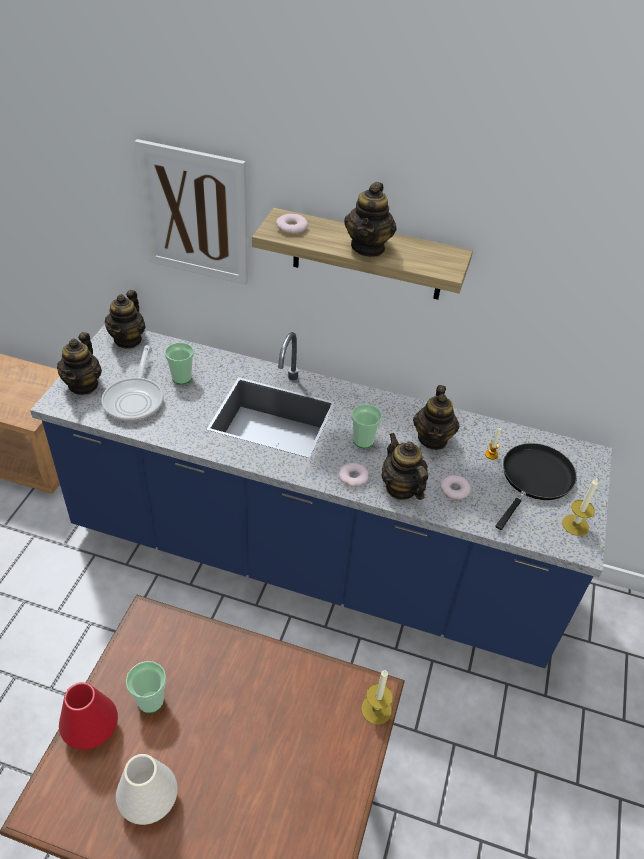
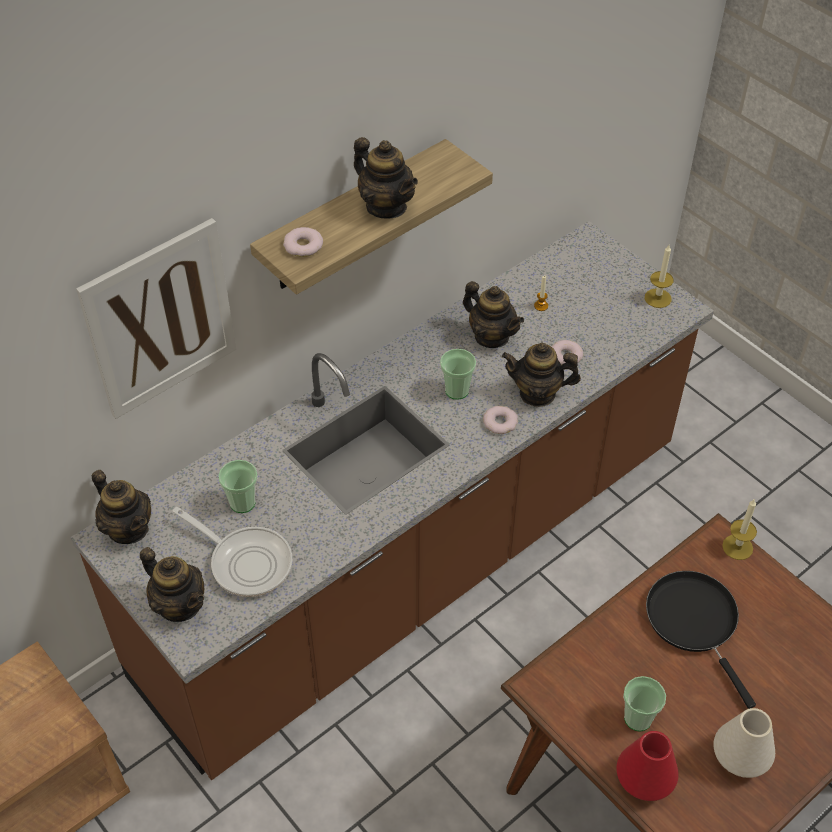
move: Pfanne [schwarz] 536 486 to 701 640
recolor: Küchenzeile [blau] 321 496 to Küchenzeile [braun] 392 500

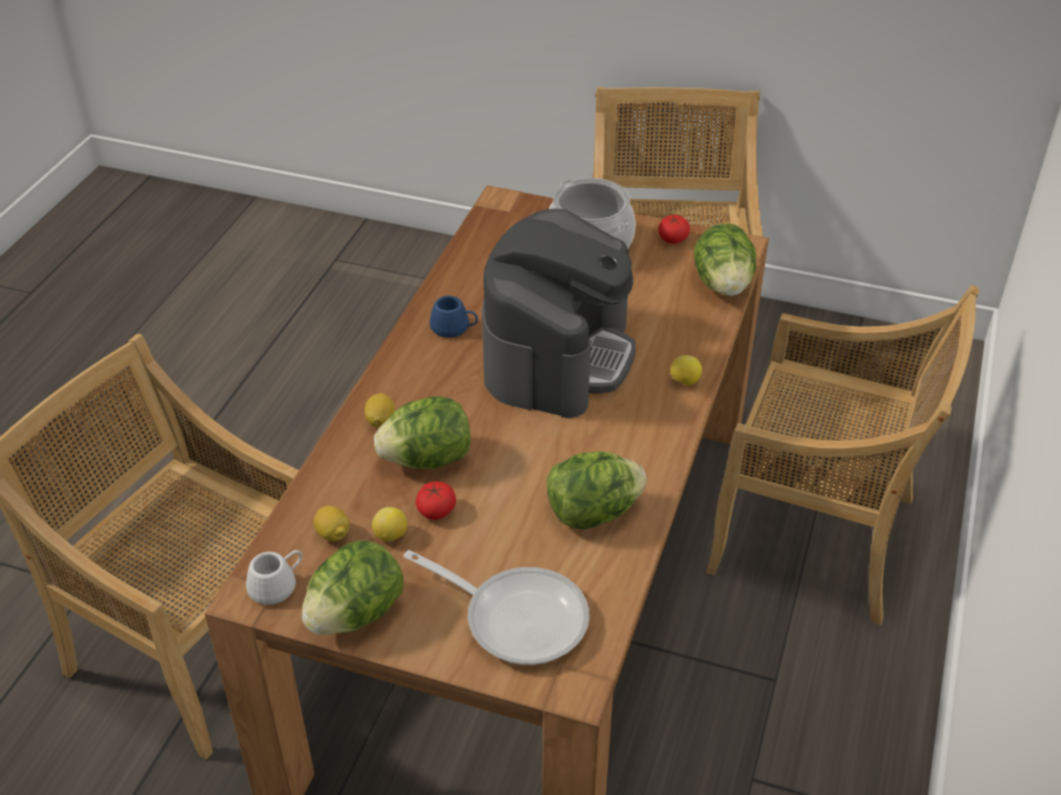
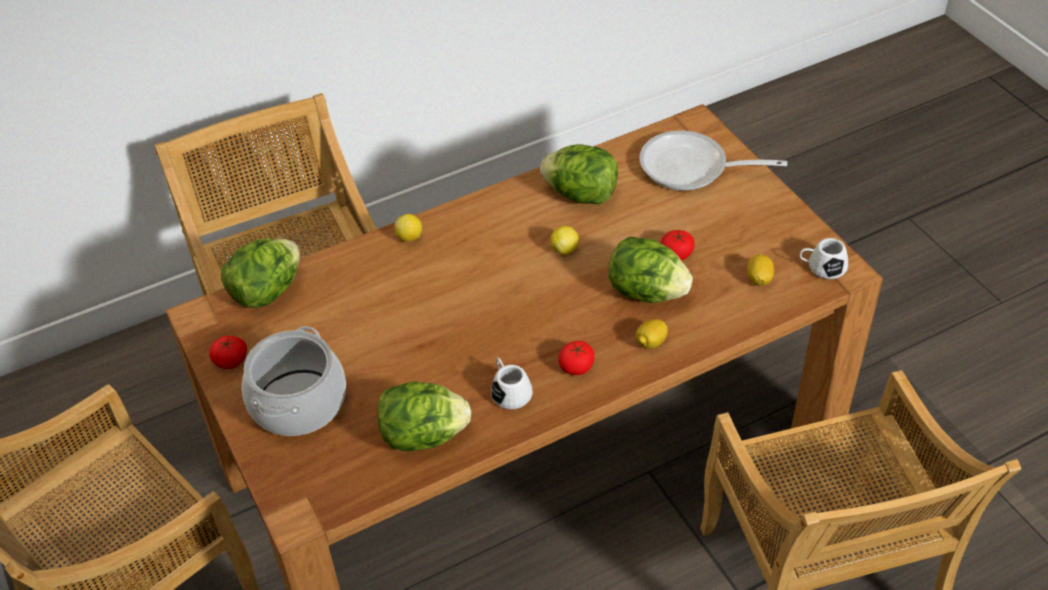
delete: Kaffeemaschine 559 313
insert: Tomate 576 358
move: Salatkopf 353 588 to 424 416; Zitrone 389 524 to 565 240
recolor: Henkelbecher [blau] 454 317 to Henkelbecher [weiß] 512 384
rotate: Pfanne 496 607 = 713 160 60 degrees counterclockwise

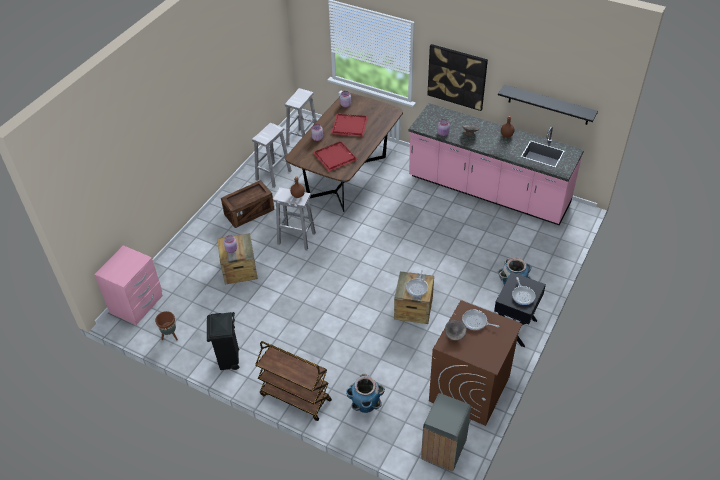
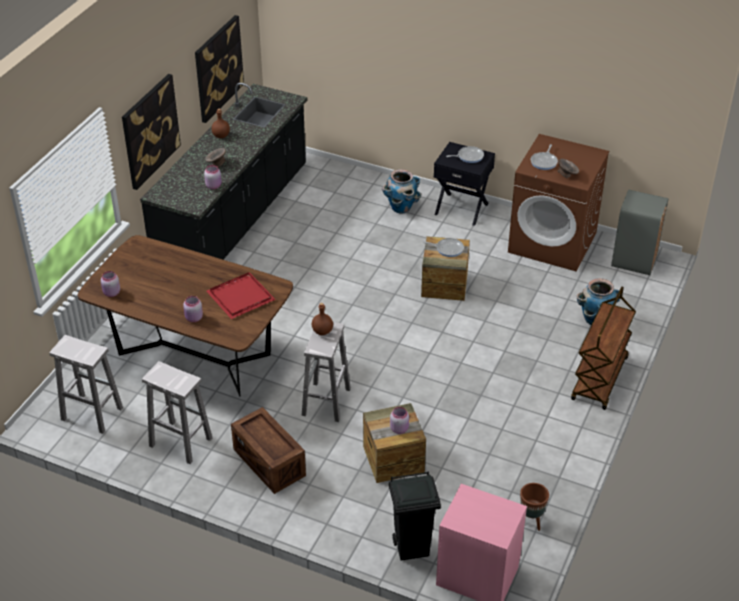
delete: Tablett [rot] 349 125
move: Mülleimer [schwarz] 223 341 to 415 516
replace: Wandregal [schwarz] 548 104 to Bild 219 69
recolor: Küchenzeile [rosa] 496 164 to Küchenzeile [schwarz] 223 171

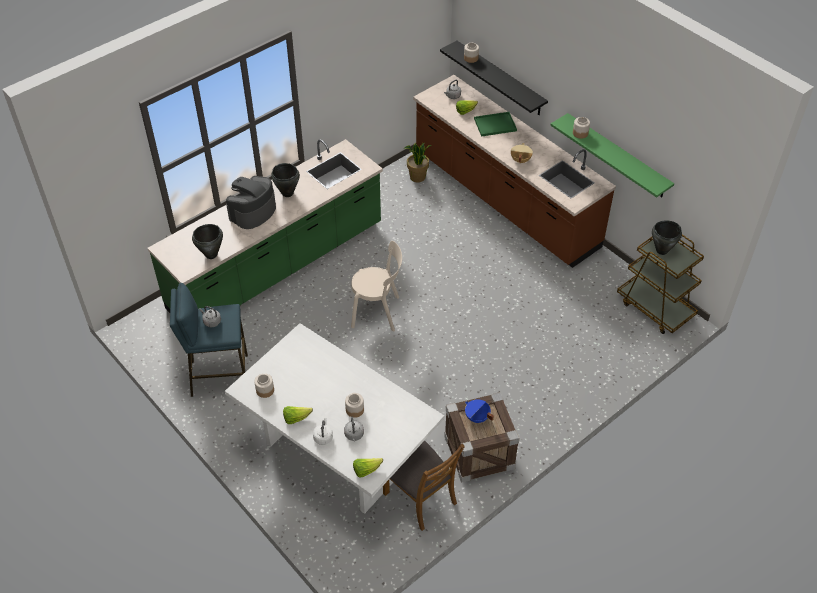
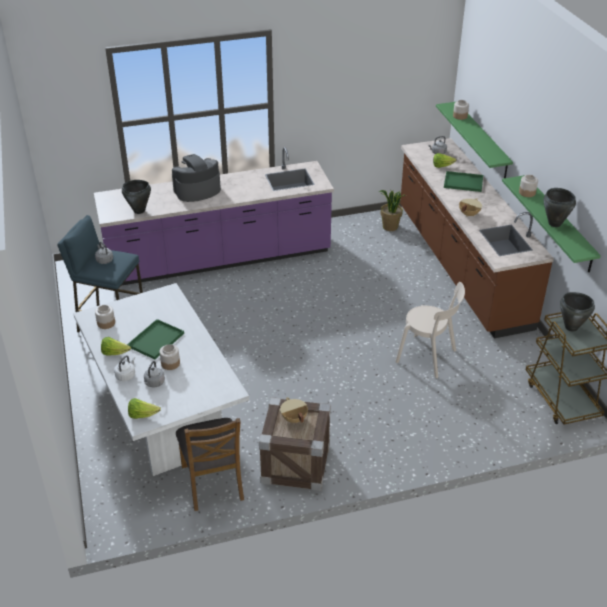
insert: Tablett [grün] 155 339
move: Stuhl [beige] 376 286 to 430 330; Kochtopf [schwarz] 285 180 to 560 207
recolor: Küchenzeile [grün] 265 226 to Küchenzeile [lila] 214 216; Kochtopf [blau] 479 411 to Kochtopf [beige] 294 410; Wandregal [schwarz] 494 78 to Wandregal [grün] 474 140

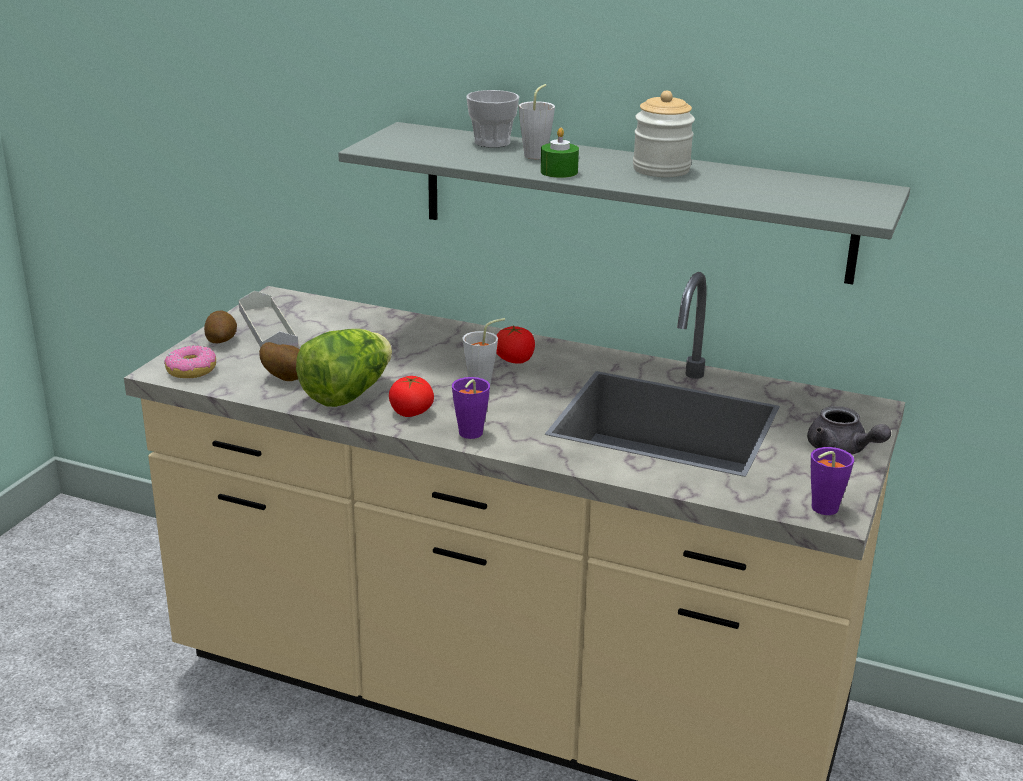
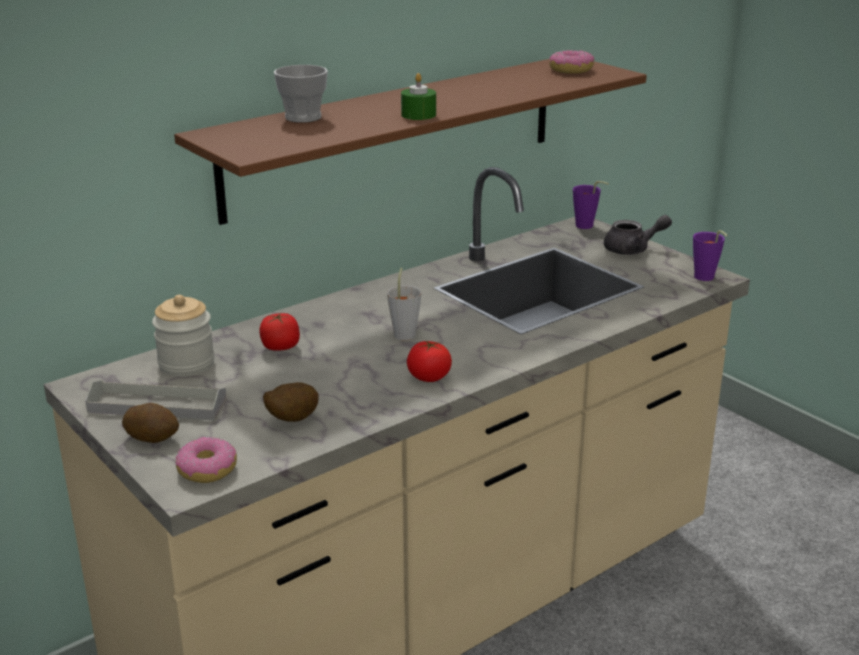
delete: Salatkopf 344 368; Tasse [grau] 537 121
insert: Donut 572 62
move: Vorratsglas 664 134 to 183 336; Tomate 515 344 to 280 331; Tasse [lila] 471 408 to 591 205
recolor: Wandregal [grau] 624 203 to Wandregal [braun] 410 142

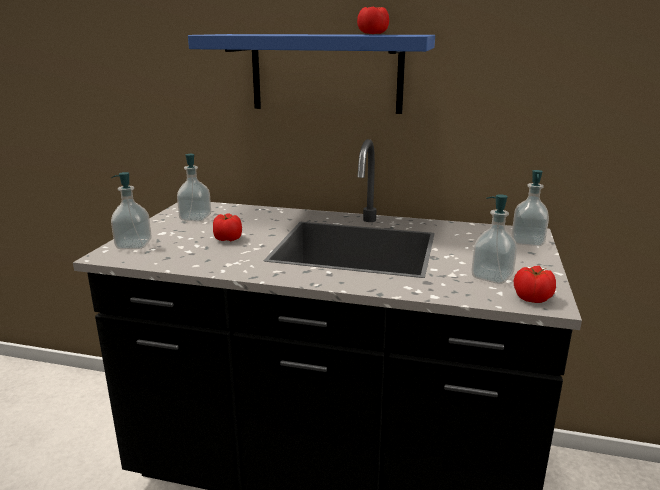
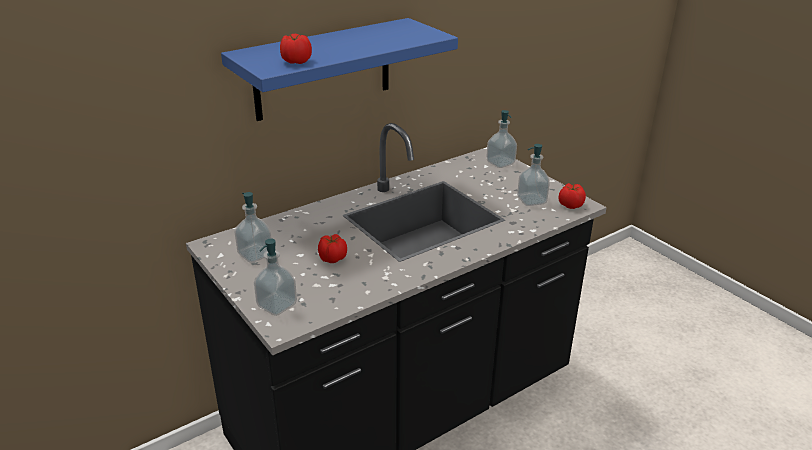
move: Tomate 373 20 to 296 49

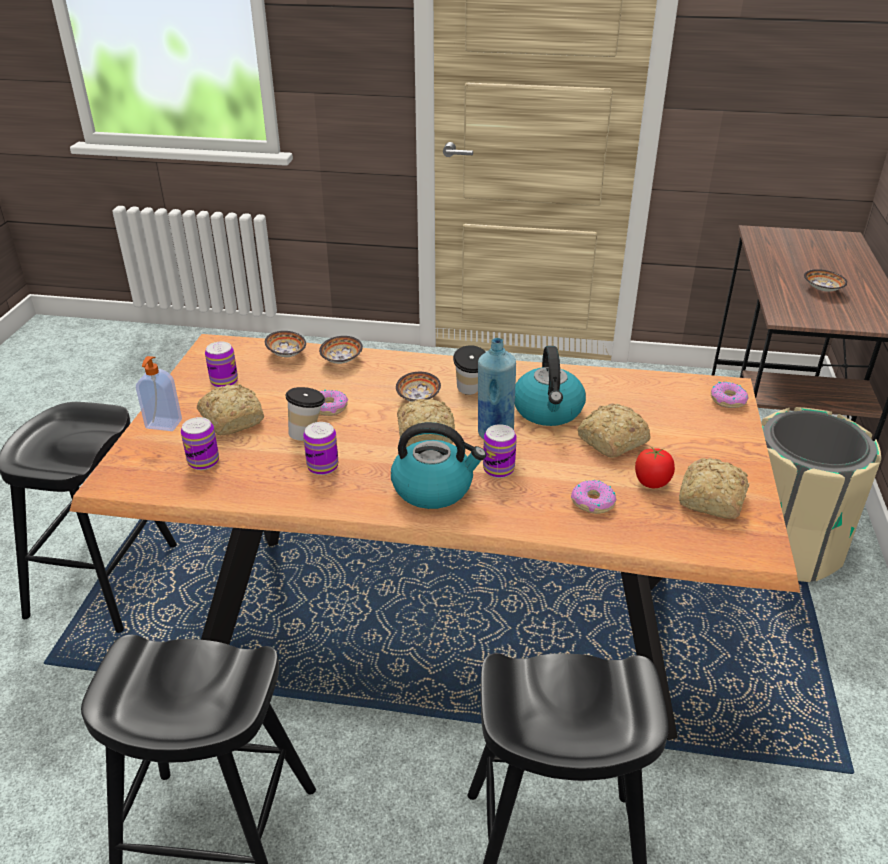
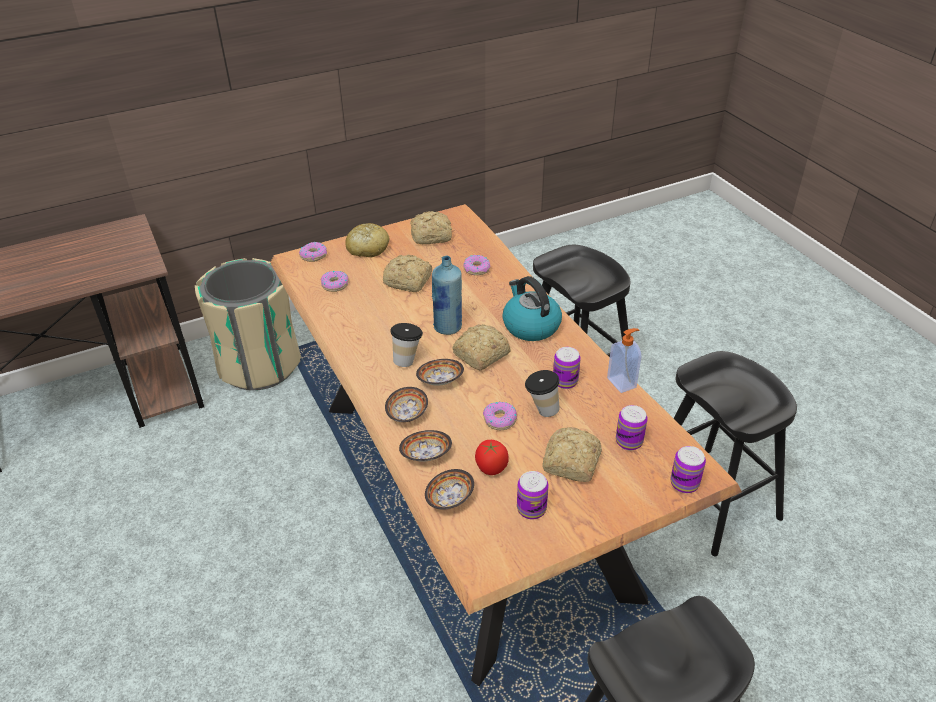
delete: Wasserkessel 550 386
insert: Donut 335 281; Brot 367 240
move: Schüssel 825 280 to 406 404; Tomate 655 467 to 492 457; Seifenspender 159 393 to 624 360; Dose 500 451 to 688 469

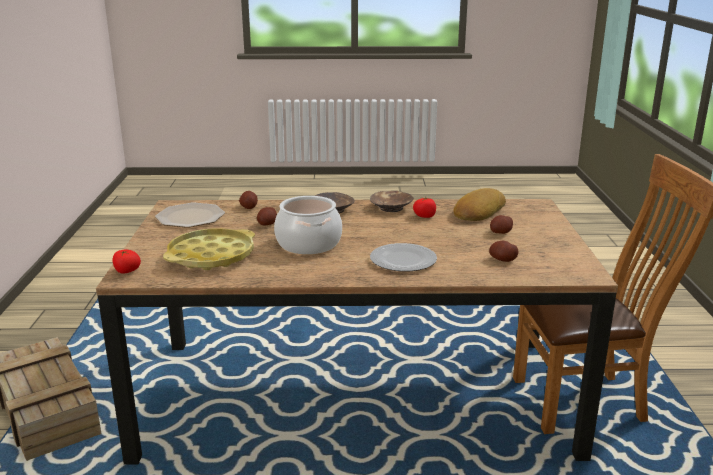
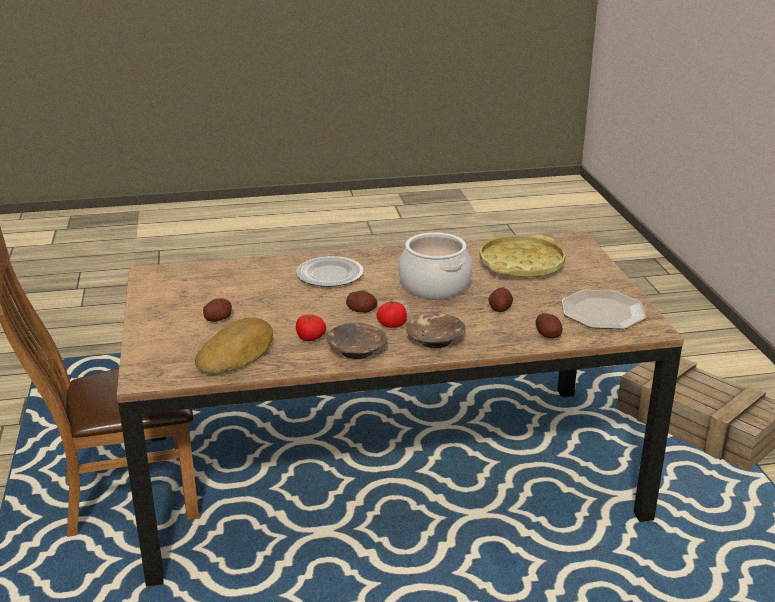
move: Kartoffel 503 251 to 361 302; Tomate 126 262 to 392 314

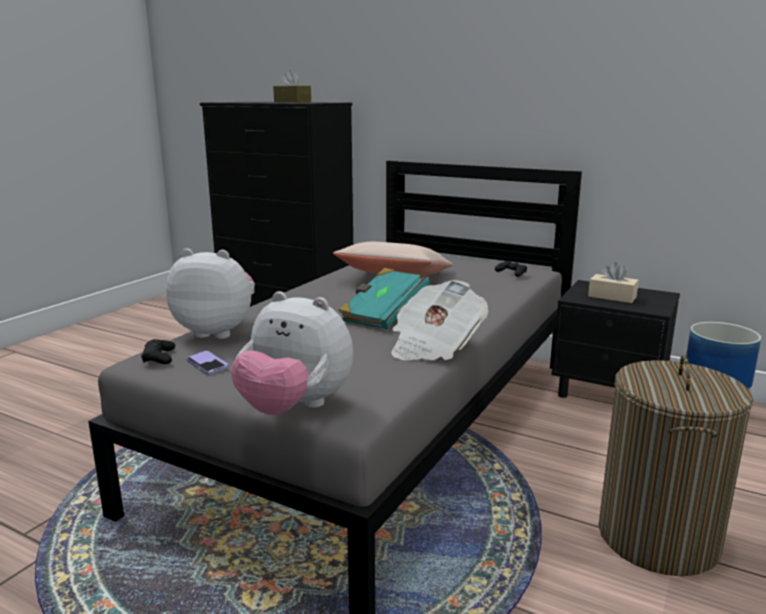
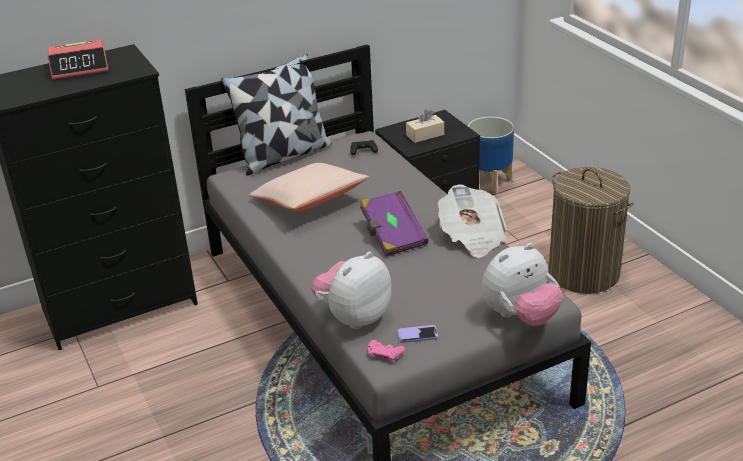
insert: Kissen 276 115
replace: Taschentuchbox [braun] 292 86 to Wecker 78 59
recolor: Buch [türkis] 384 298 to Buch [lila] 394 223; Gamepad [schwarz] 158 351 to Gamepad [rosa] 386 351

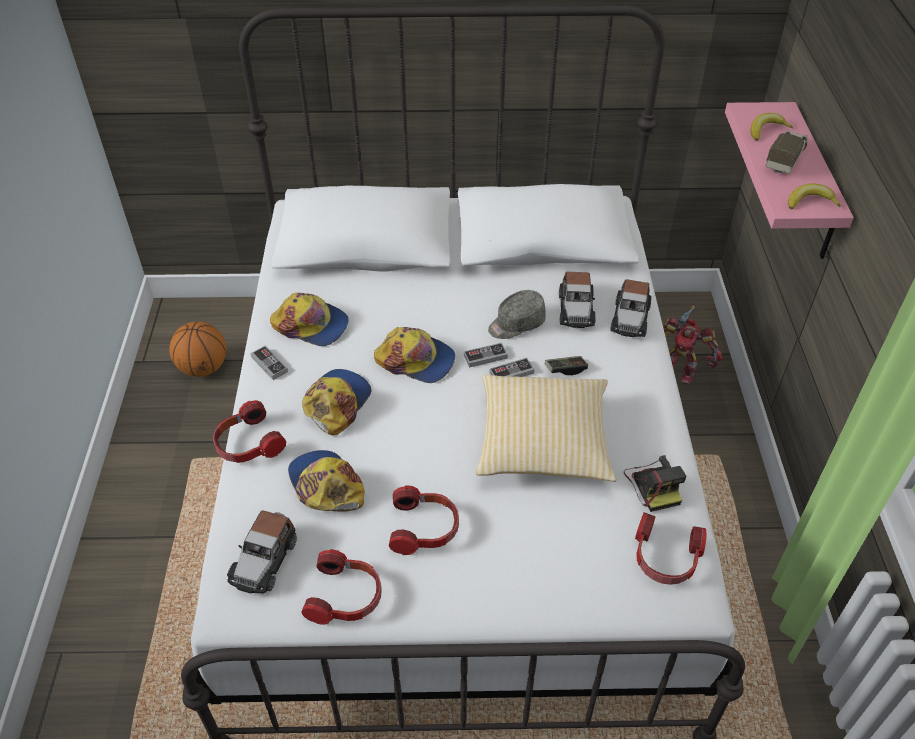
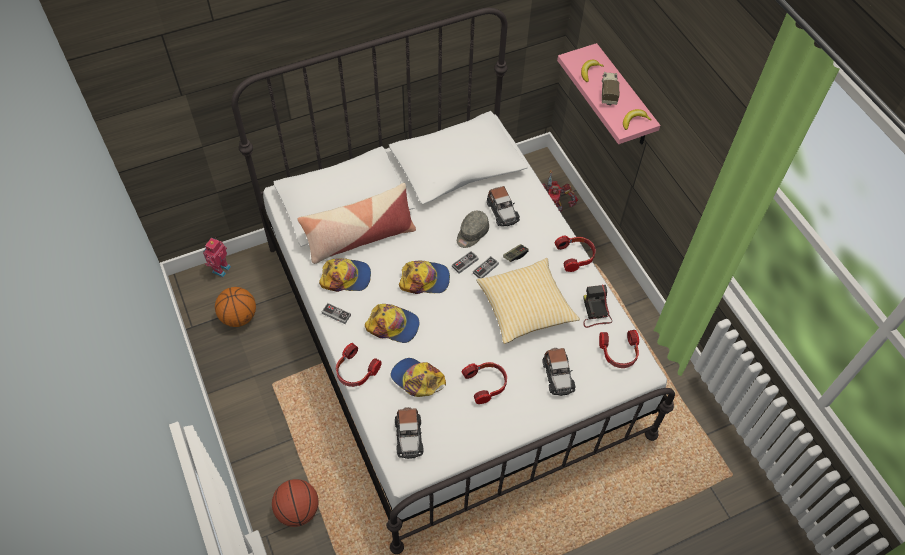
insert: Spielzeugroboter 217 257; Basketball 295 503; Kissen 356 223
move: Spielzeugauto 630 308 to 559 372; Kopfhörer 341 587 to 575 253
rotate: Kappe 336 402 = 392 323 105 degrees clockwise; Kamera 655 483 = 597 306 150 degrees counterclockwise

